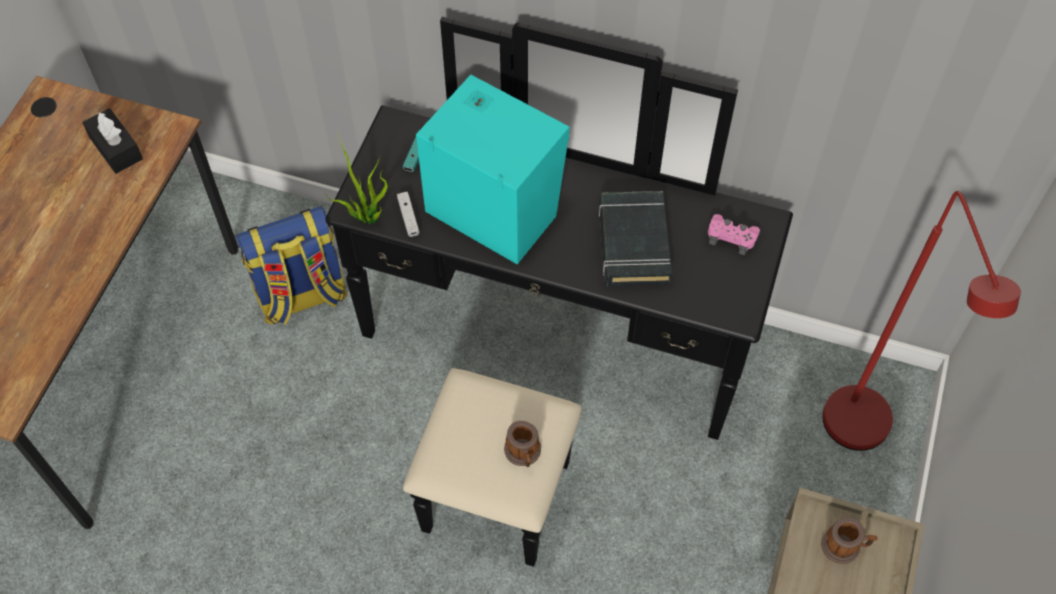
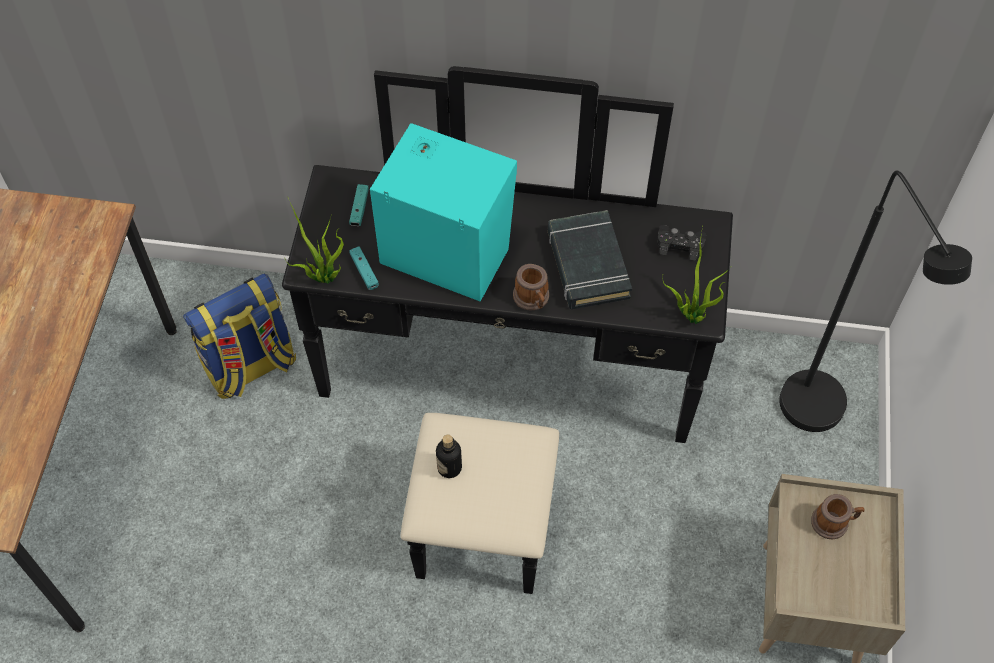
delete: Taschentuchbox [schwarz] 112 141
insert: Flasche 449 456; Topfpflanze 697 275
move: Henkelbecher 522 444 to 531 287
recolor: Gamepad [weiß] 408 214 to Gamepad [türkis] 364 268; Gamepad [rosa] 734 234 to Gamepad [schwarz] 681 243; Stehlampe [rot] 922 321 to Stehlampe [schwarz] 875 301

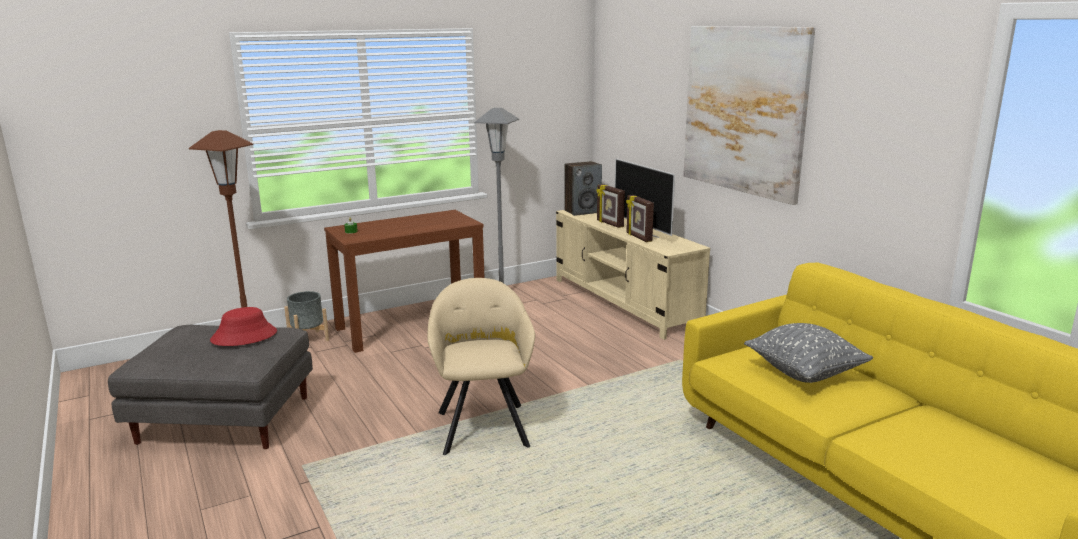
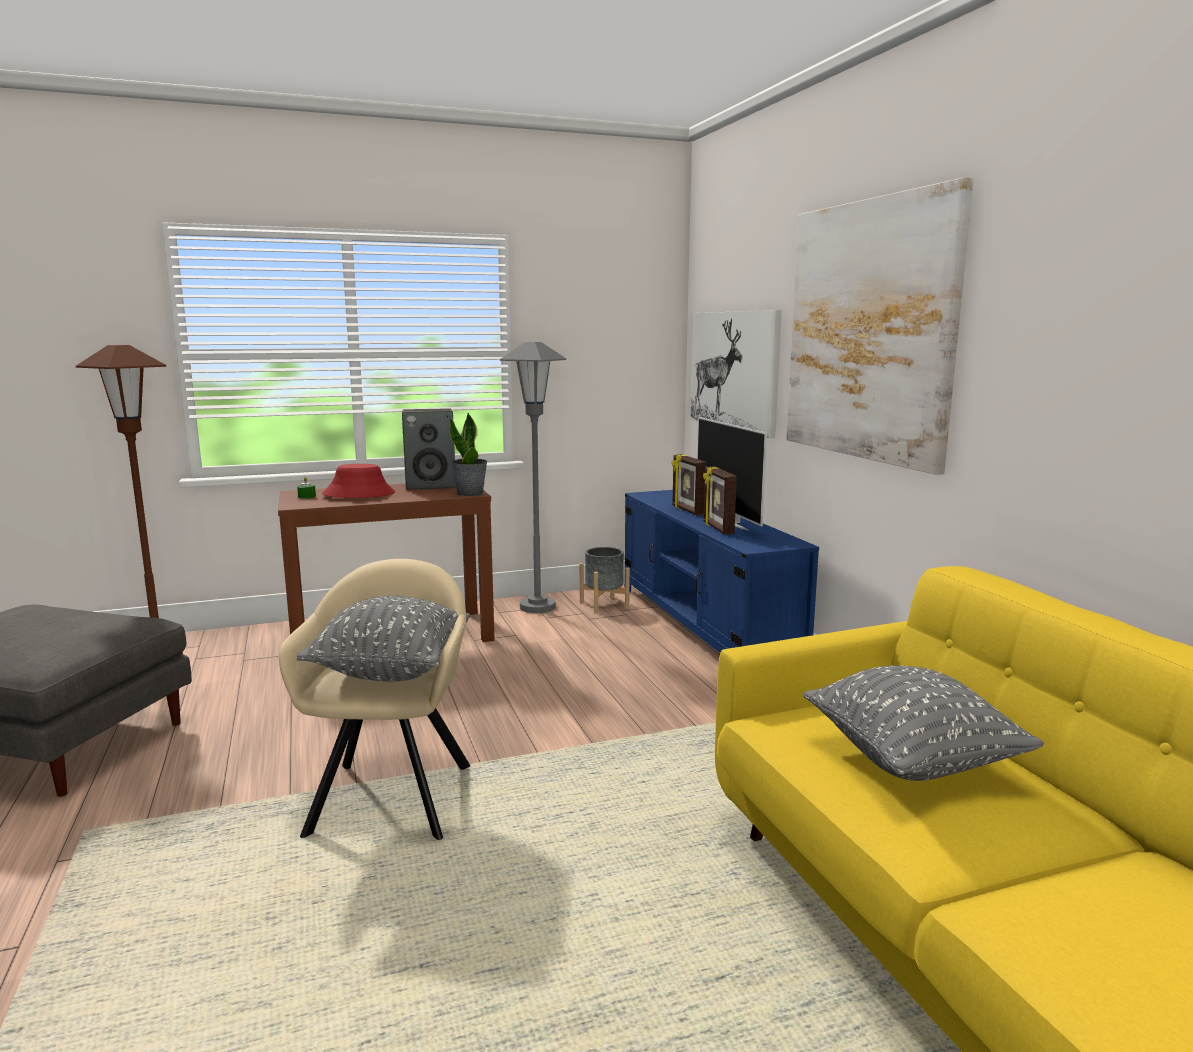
insert: Kissen [grau] 383 638; Topfpflanze 468 454; Bild 736 374
move: Hut [rot] 243 326 to 358 481; Lautsprecher 583 188 to 429 449; Pflanzkübel [grau] 306 316 to 605 580
recolor: Fernsehschrank [beige] 633 275 to Fernsehschrank [blau] 722 571

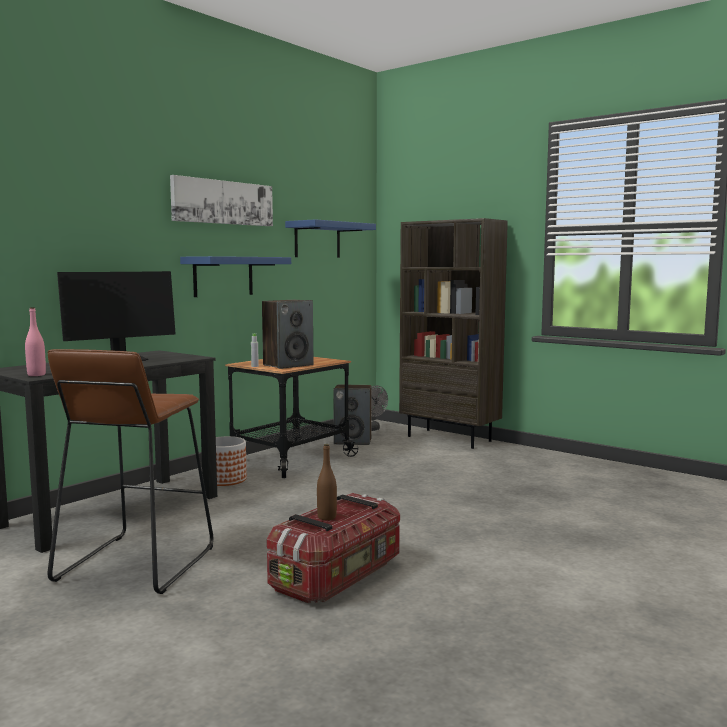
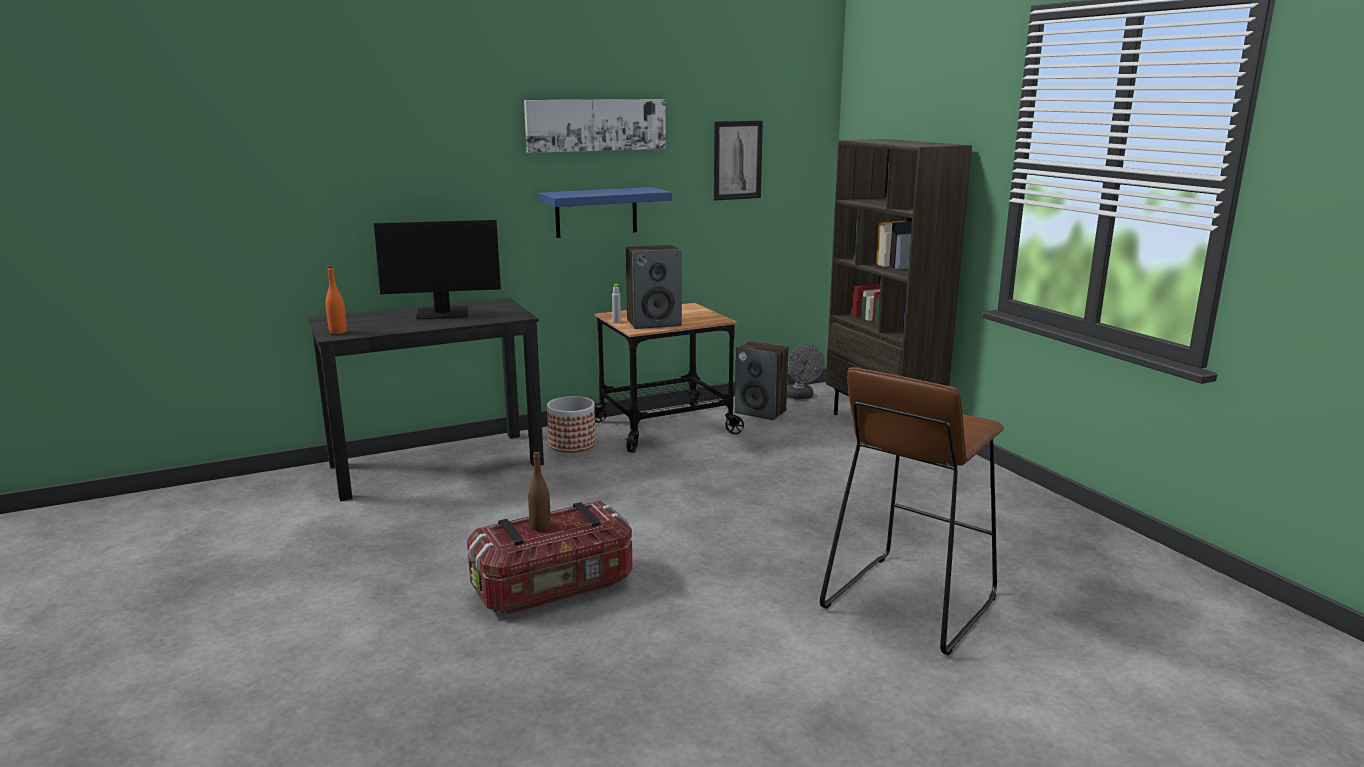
move: Hocker [braun] 130 471 to 912 511
replace: Wandregal [blau] 330 238 to Bild 738 161
recolor: Flasche [rosa] 35 341 to Flasche [orange] 336 300

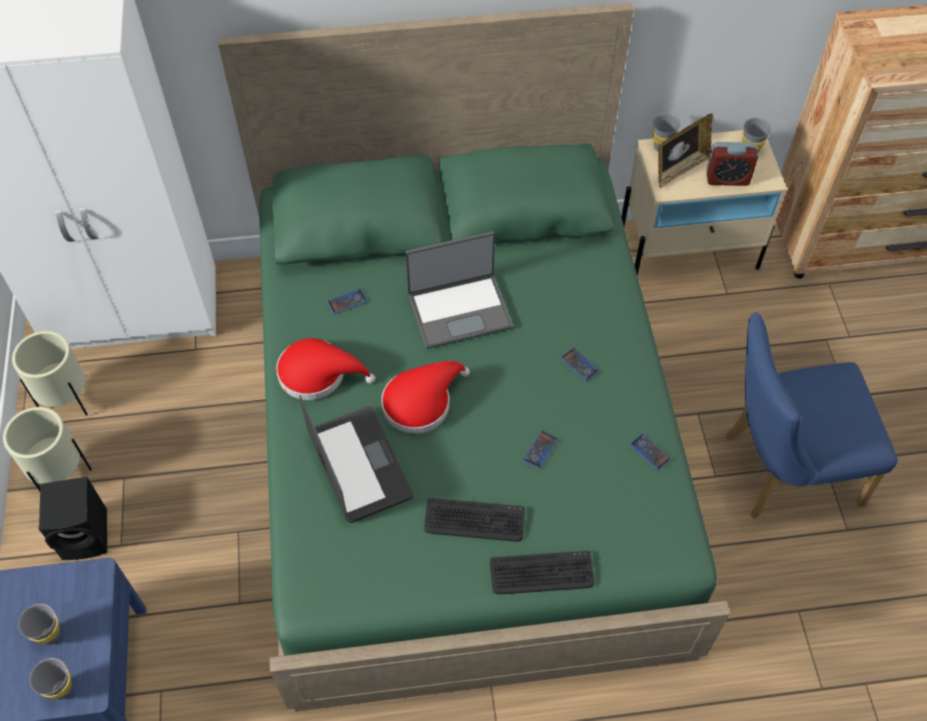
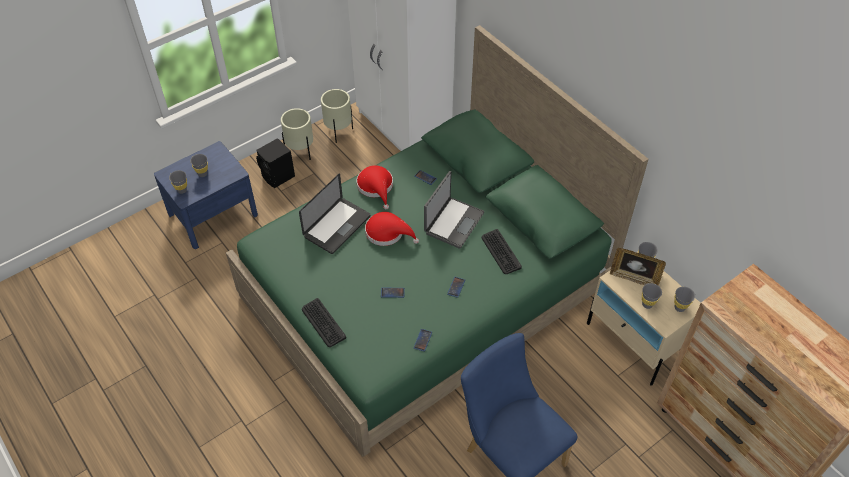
move: Tastatur 474 520 to 502 251
replace: Wecker 732 164 to Tasse [grau] 652 296
rotate: Laptop 459 290 = 454 209 105 degrees counterclockwise

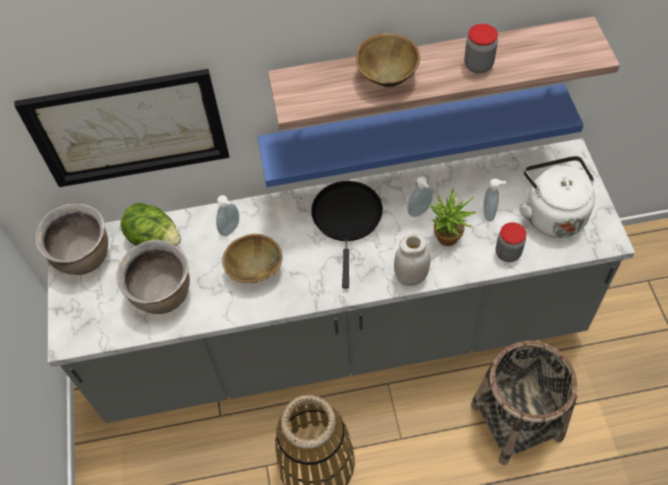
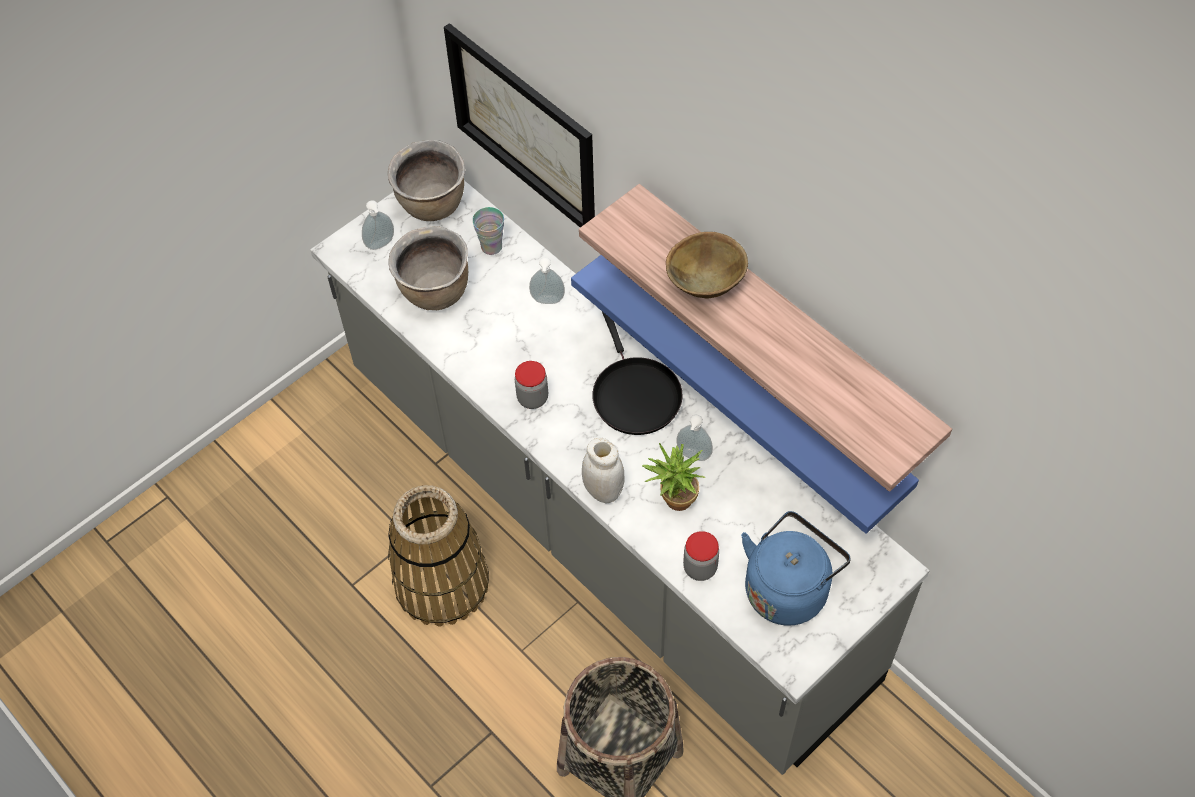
delete: Schüssel [braun] 252 258
move: Seifenspender 495 199 to 378 225; Vorratsglas 481 49 to 531 385
replace: Salatkopf 150 224 to Tasse 488 231
recolor: Wasserkessel [weiß] 557 197 to Wasserkessel [blau] 796 568
rotate: Pfanne [schwarz] 347 235 = 637 373 105 degrees clockwise

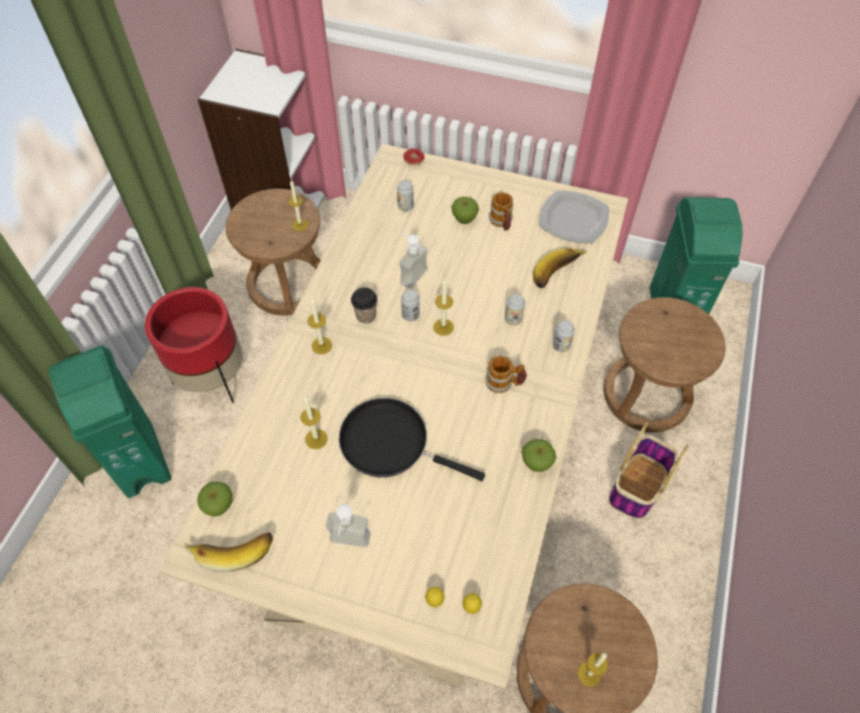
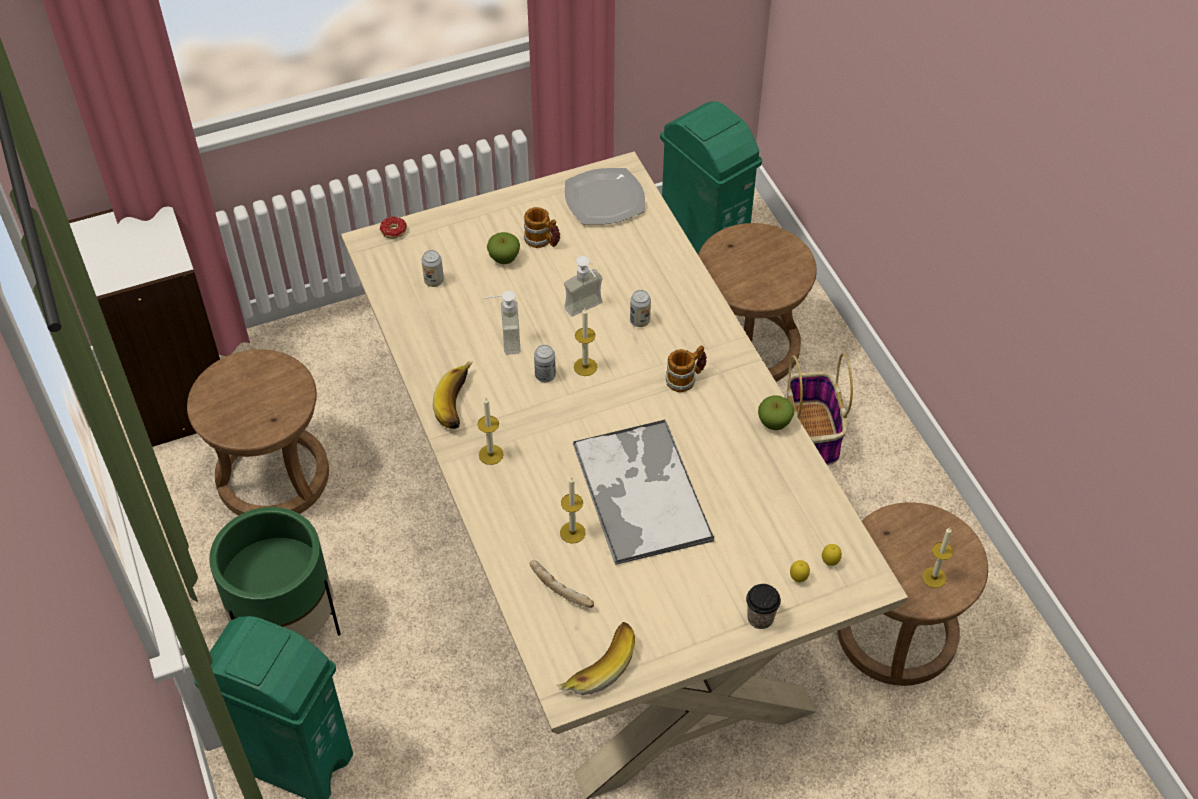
delete: Apfel 215 499; Kerze 298 205; Dose 563 336
insert: Brot 561 584
move: Banane 560 268 to 452 395; Seifenspender 348 525 to 583 286; Tasse 364 305 to 763 606
replace: Pfanne [schwarz] 412 439 to Tablett 643 492
recolor: Pflanzkübel [rot] 194 345 to Pflanzkübel [grün] 275 573

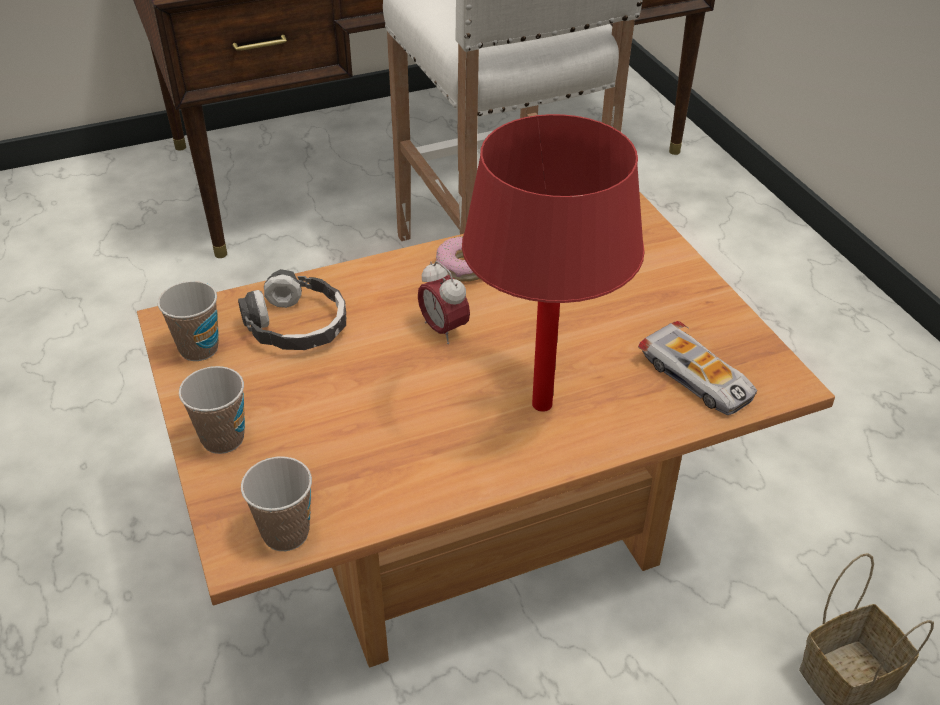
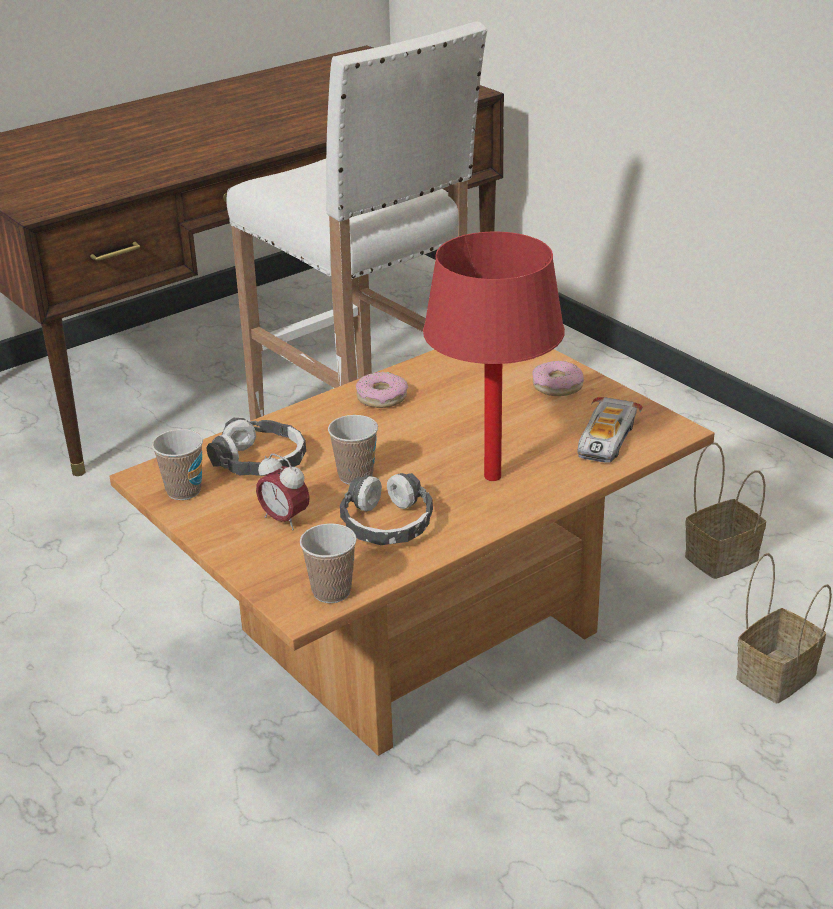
insert: Kopfhörer 386 509; Donut 558 378; Korb 725 510
move: Wecker 444 302 to 283 491; Tasse 212 410 to 353 450
rotate: Spielzeugauto 697 368 = 610 430 75 degrees clockwise

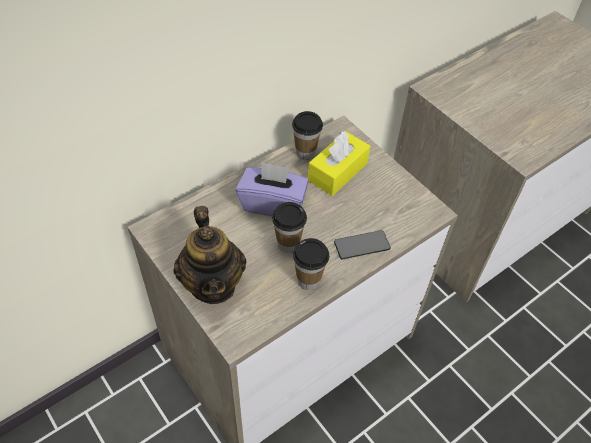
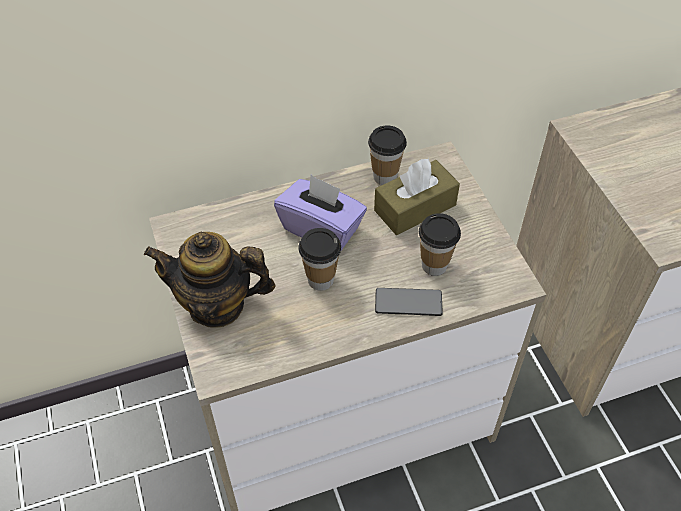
move: Tasse 311 264 to 440 244
recolor: Taschentuchbox [gelb] 339 163 to Taschentuchbox [braun] 417 196
rotate: Teekanne 209 255 = 210 280 90 degrees clockwise

